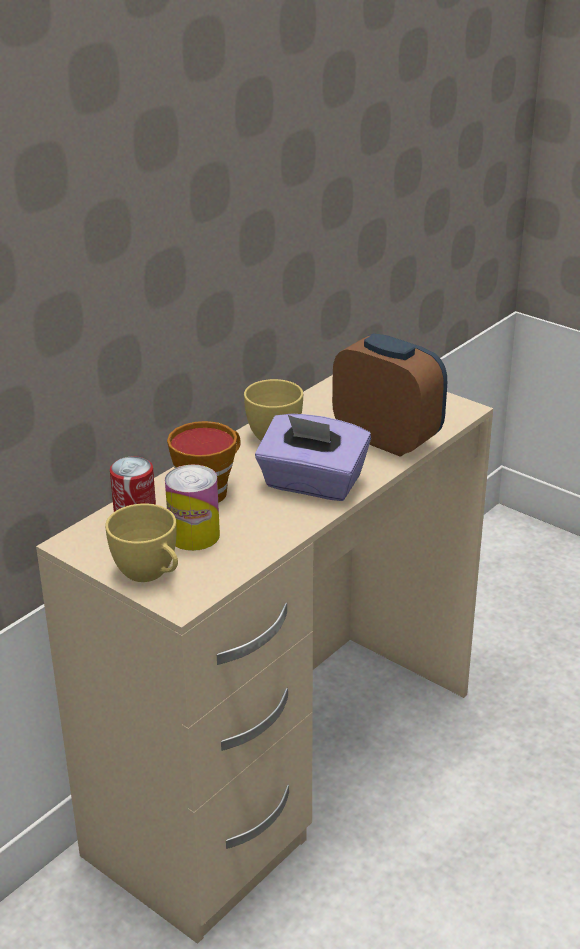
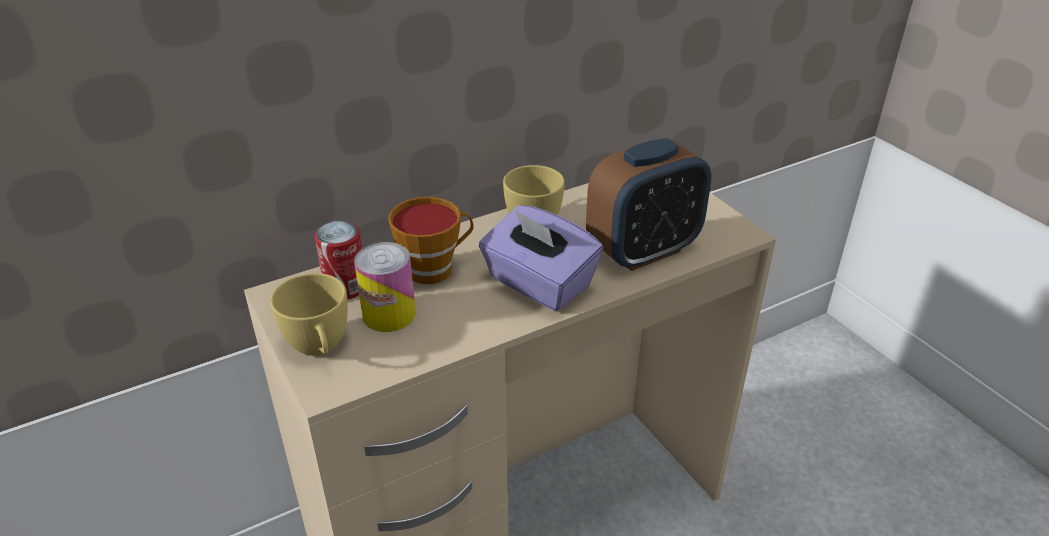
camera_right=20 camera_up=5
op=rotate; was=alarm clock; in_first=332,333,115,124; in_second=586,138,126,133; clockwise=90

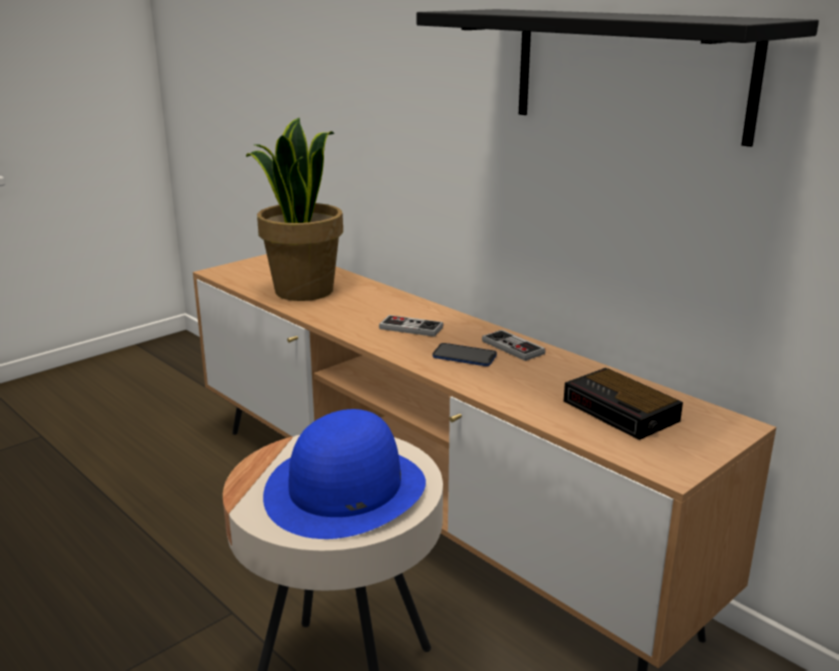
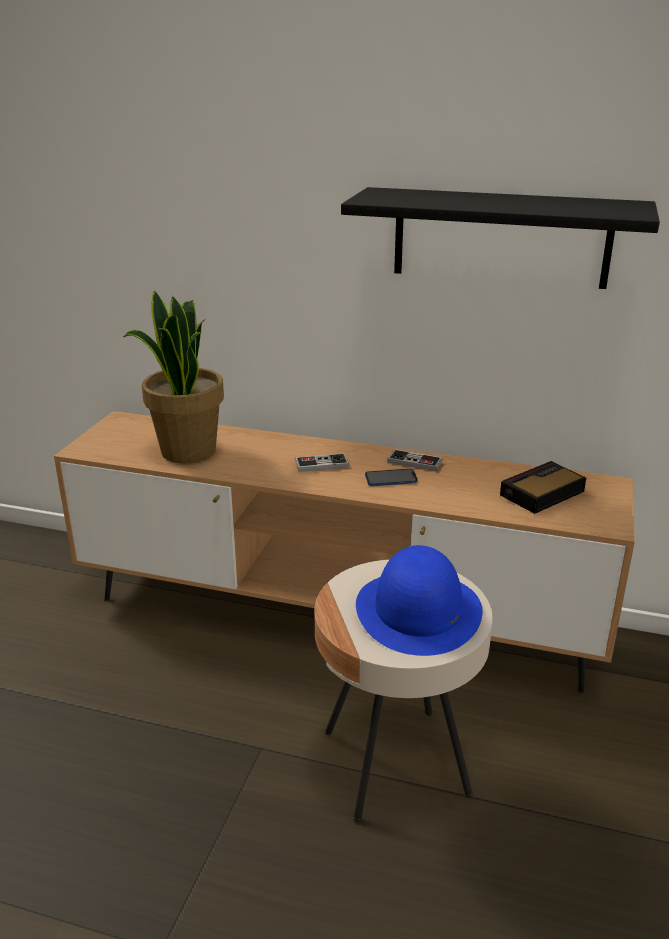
camera_right=-30 camera_up=5
op=rotate; was=alarm clock; in_first=564,368,119,72; in_second=500,461,86,53; clockwise=120

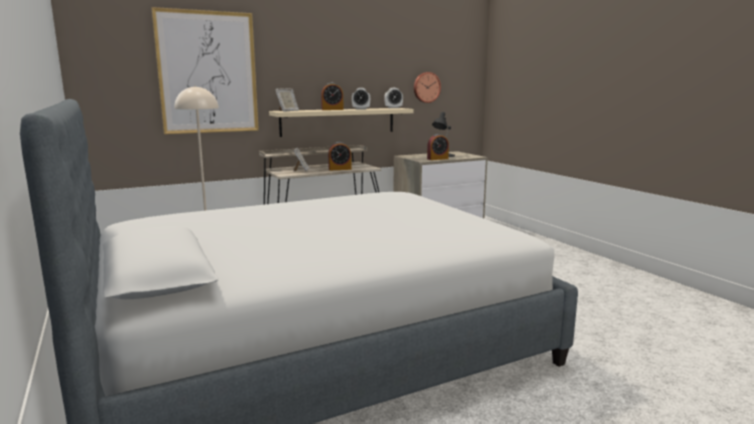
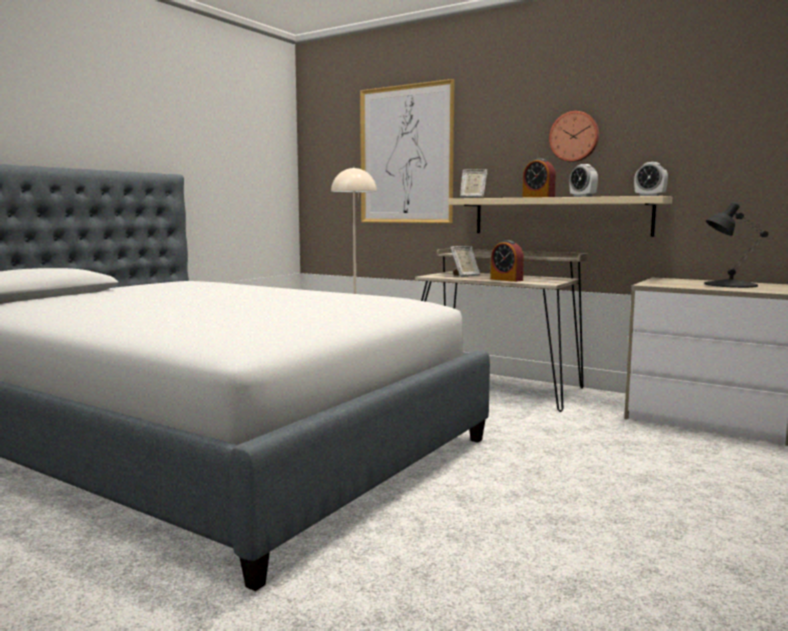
camera_right=60 camera_up=-5
op=move; was=wall clock; in_first=414,72,27,31; in_second=549,111,50,51
op=delete; was=alarm clock; in_first=427,134,22,26

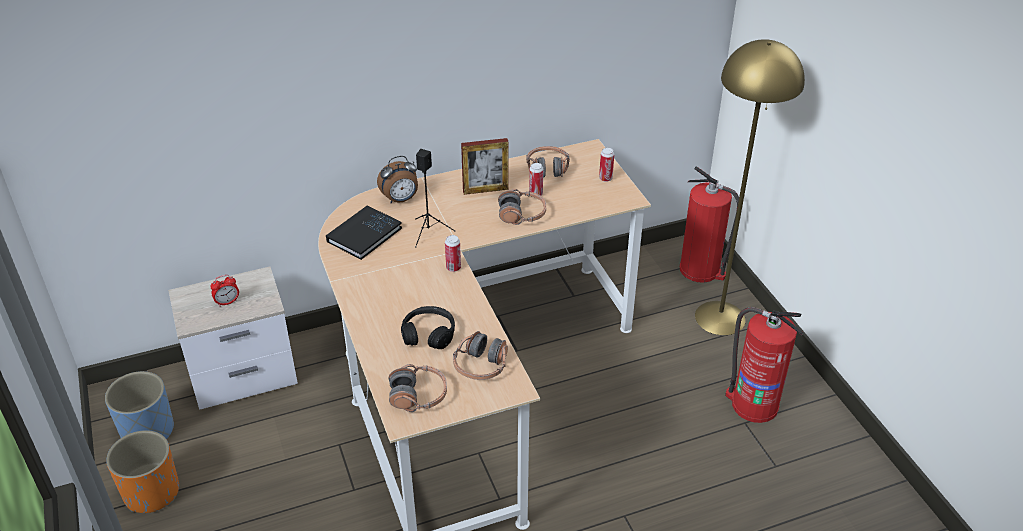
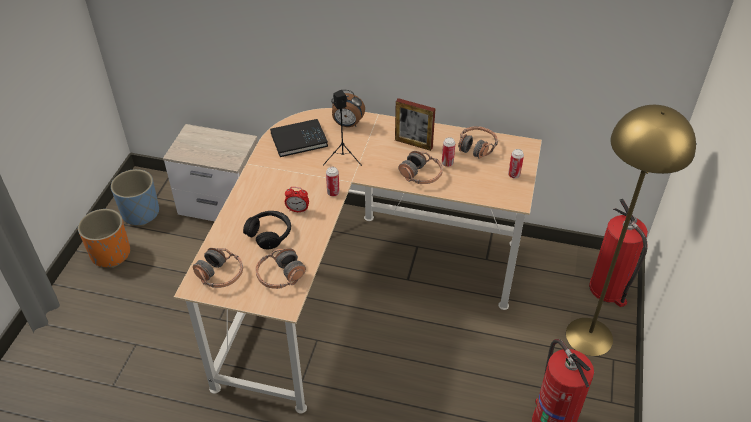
camera_right=35 camera_up=5
op=move; was=alarm clock; in_first=210,275,29,32; in_second=285,187,24,25

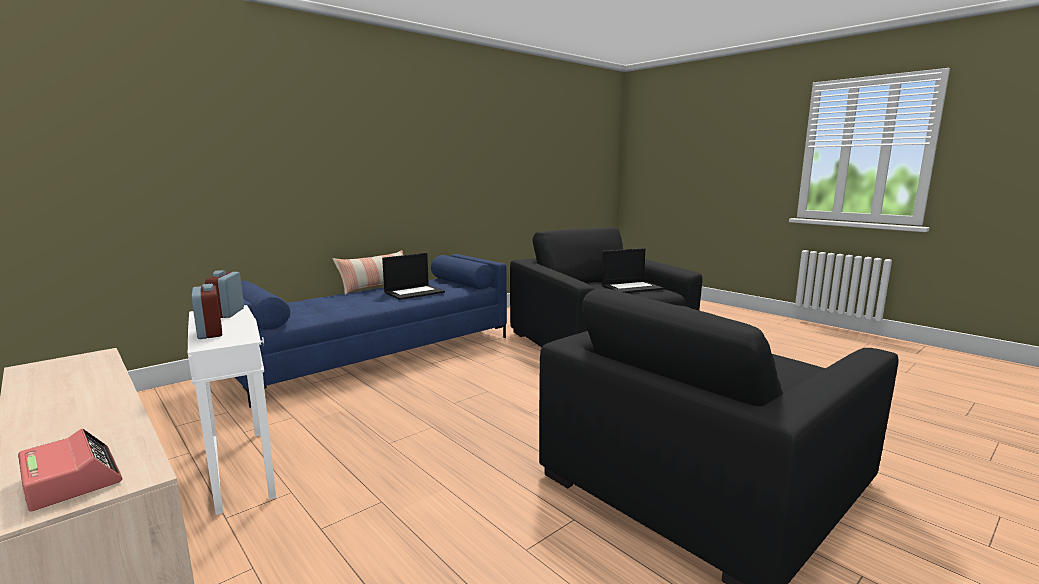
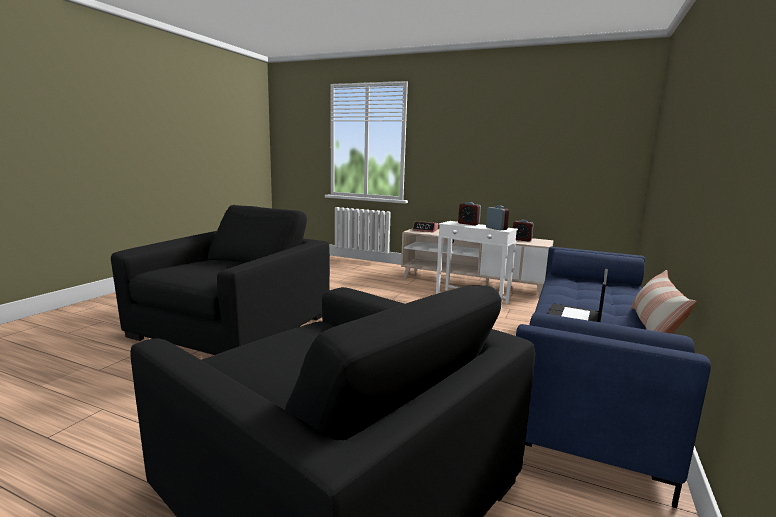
camera_right=155 camera_up=0
op=delete; was=laptop; in_first=602,248,62,45
op=insert; now=alarm clock; in_second=513,220,21,22

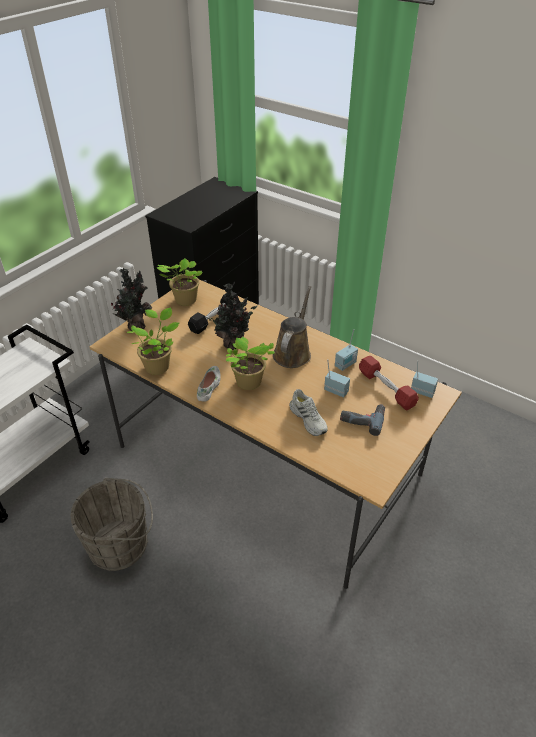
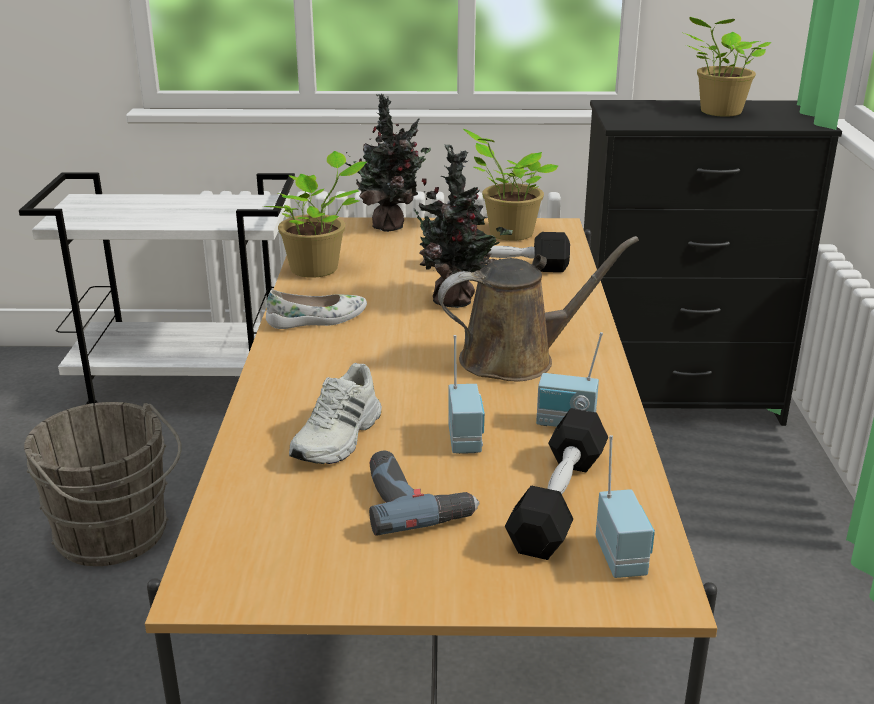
camera_right=55 camera_up=-15
op=move; was=houseplant; in_first=226,336,49,54; in_second=684,17,87,100
op=recolor; was=reddish free weight; now=black free weight; in_first=359,356,60,54; in_second=505,408,103,152

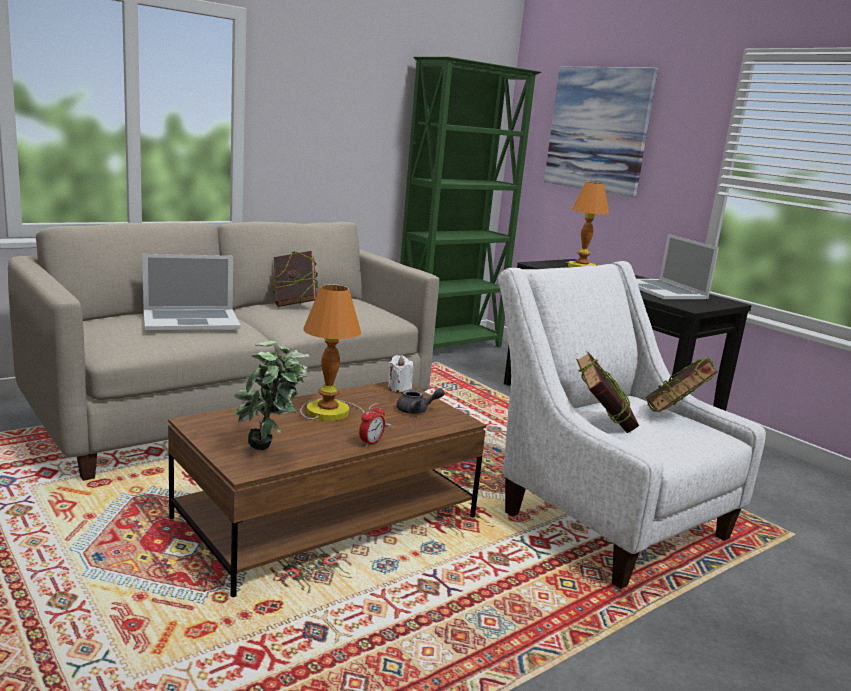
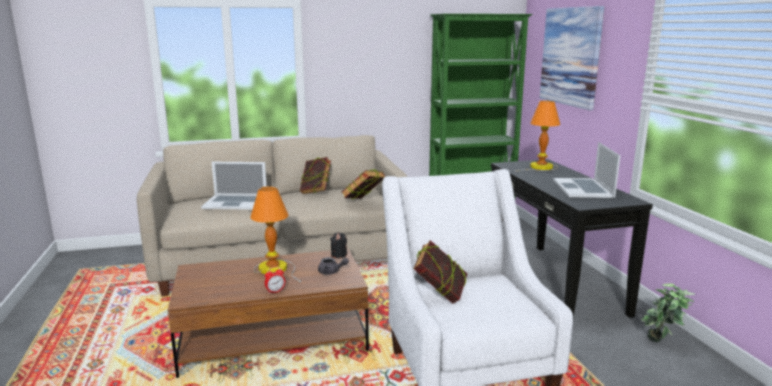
camera_right=25 camera_up=0
op=move; was=houseplant; in_first=234,341,76,109; in_second=641,283,55,59
op=recolor; was=white candle; now=black candle; in_first=388,355,25,37; in_second=330,232,17,26
op=move; was=bound book; in_first=645,357,72,55; in_second=341,169,44,30

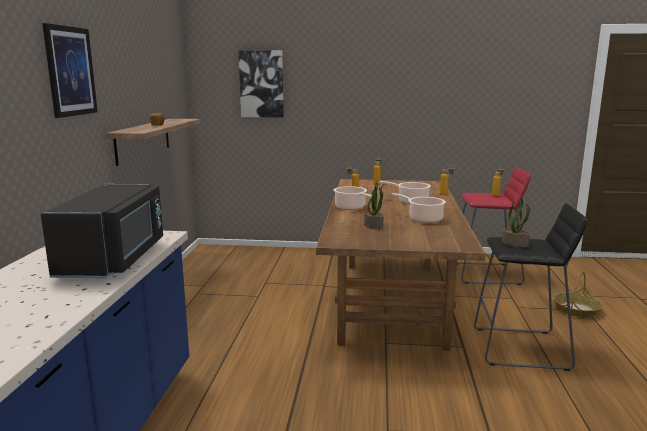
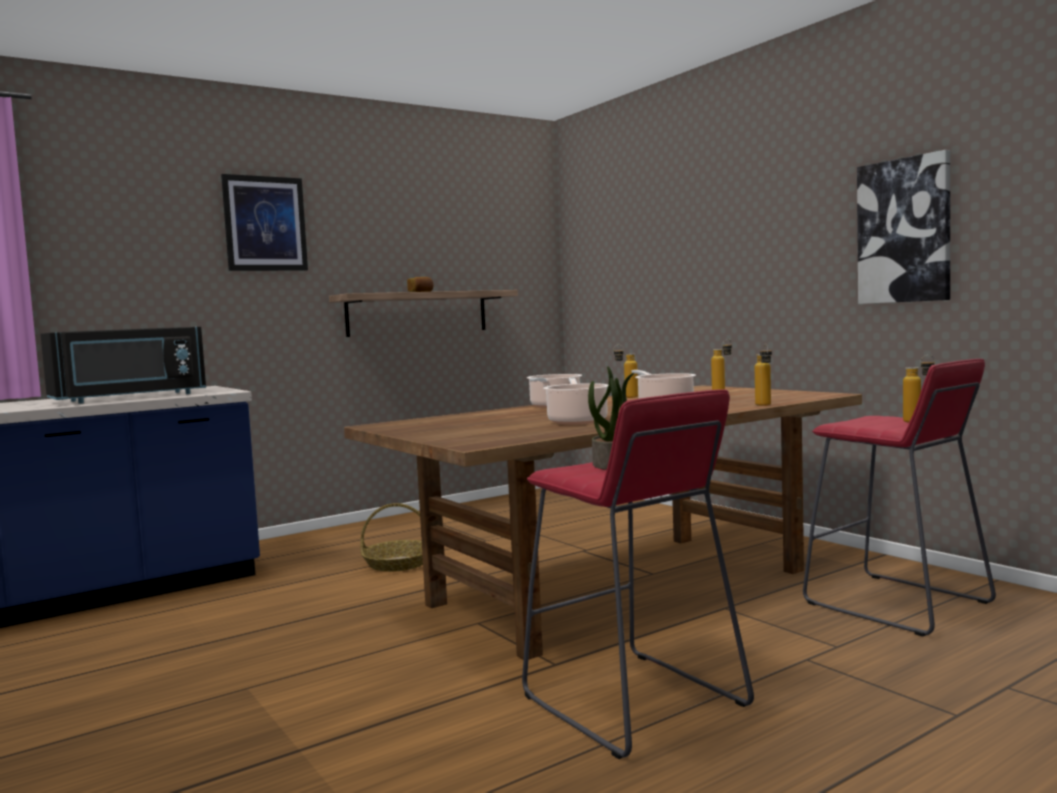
camera_right=50 camera_up=-10
op=move; was=wall art; in_first=238,50,46,67; in_second=857,150,93,154
op=delete; was=houseplant; in_first=364,181,20,48
op=recolor; was=black stool; now=reddish stool; in_first=474,203,114,168; in_second=522,389,232,370
op=move; was=storage basket; in_first=553,272,51,45; in_second=360,503,63,69

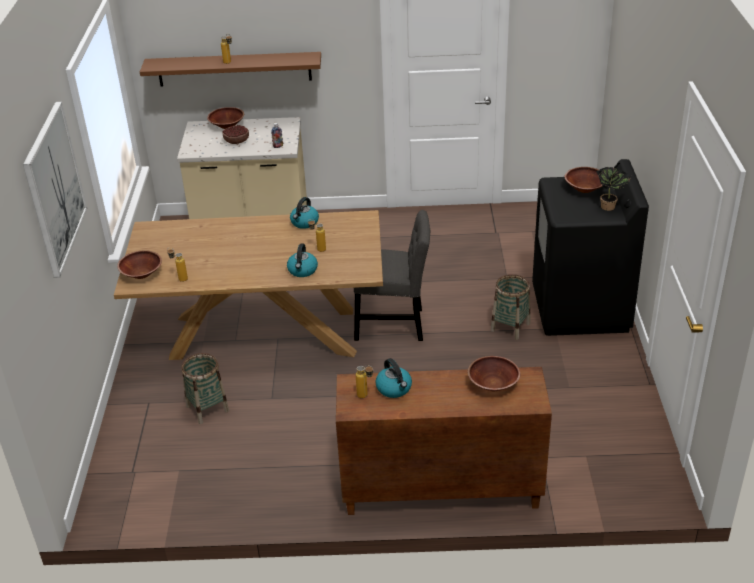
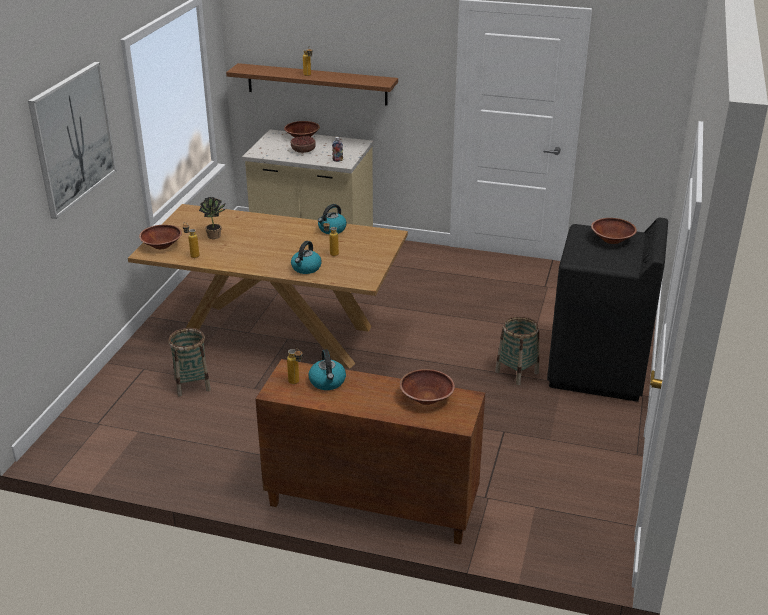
camera_right=15 camera_up=-5
op=move; was=houseplant; in_first=596,167,35,44; in_second=199,197,26,42
op=delete; was=greyish plain chair; in_first=354,210,76,131

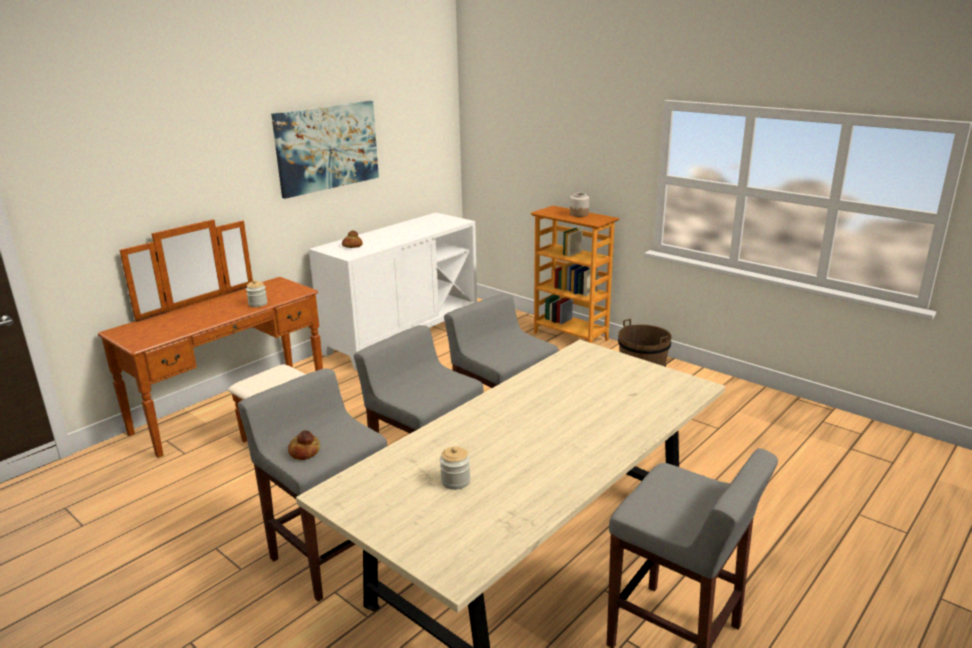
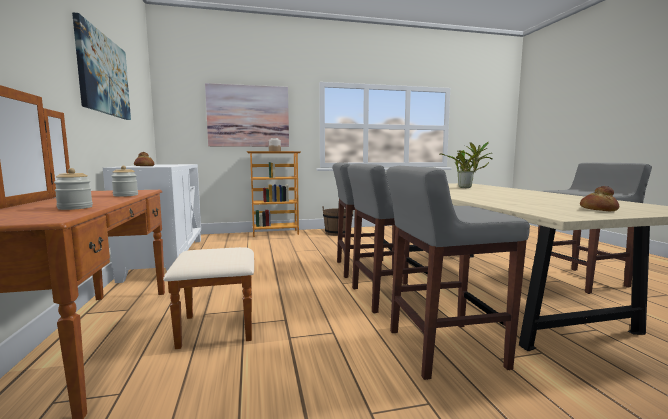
camera_right=-55 camera_up=-15
op=move; was=bakery bread; in_first=288,430,32,30; in_second=580,186,39,25
op=move; was=preserve jar; in_first=440,446,30,44; in_second=54,168,39,42
op=insert; now=wall art; in_second=205,83,84,64
op=insert; now=houseplant; in_second=441,142,52,46

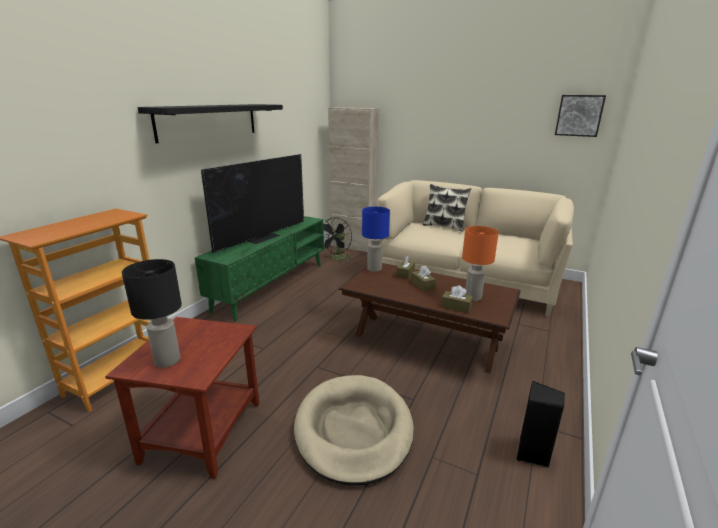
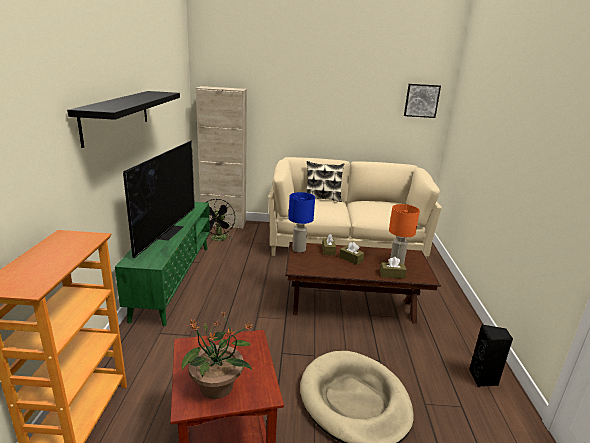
camera_right=-25 camera_up=0
op=replace; was=black tabletop lamp; now=houseplant; in_first=122,259,60,109; in_second=182,312,71,87

